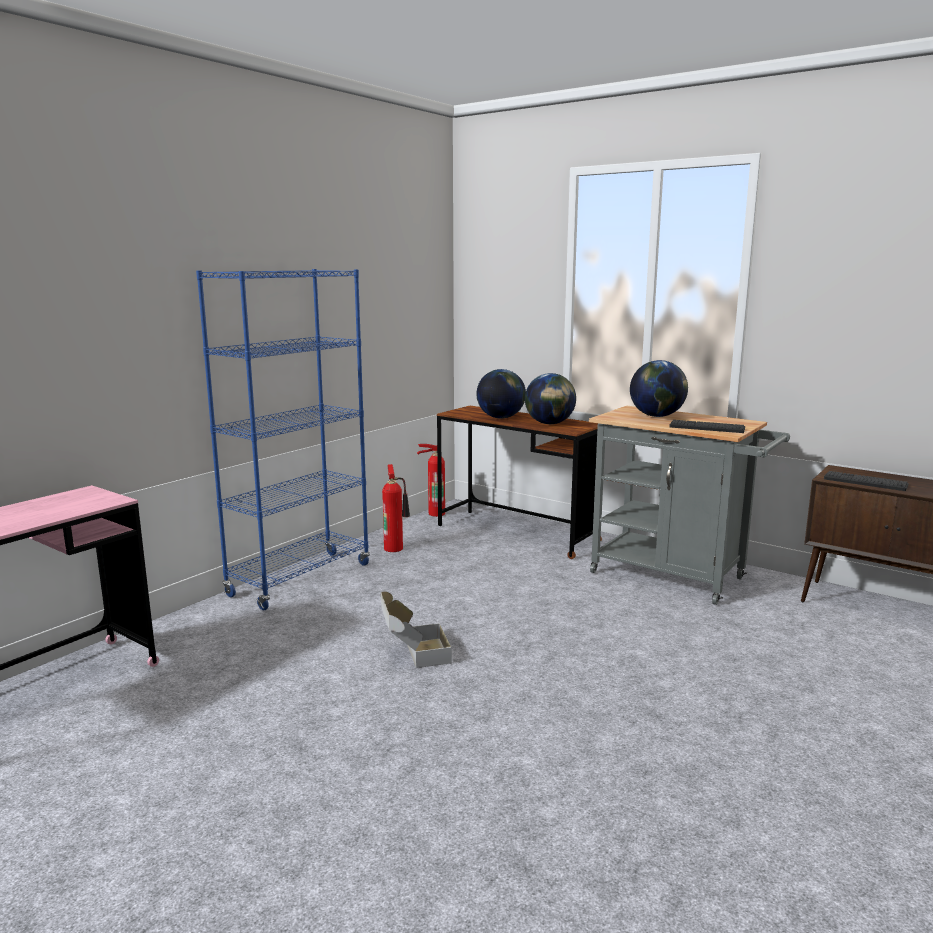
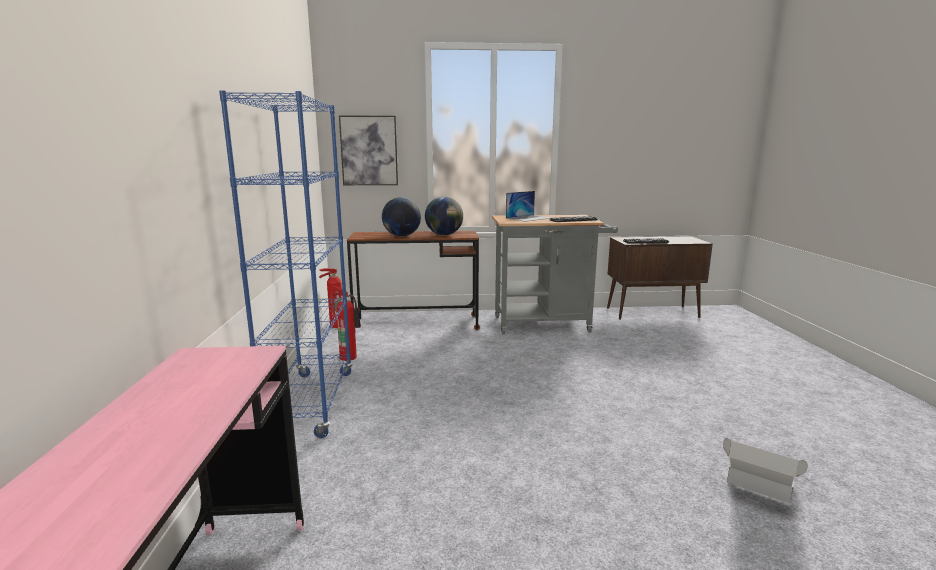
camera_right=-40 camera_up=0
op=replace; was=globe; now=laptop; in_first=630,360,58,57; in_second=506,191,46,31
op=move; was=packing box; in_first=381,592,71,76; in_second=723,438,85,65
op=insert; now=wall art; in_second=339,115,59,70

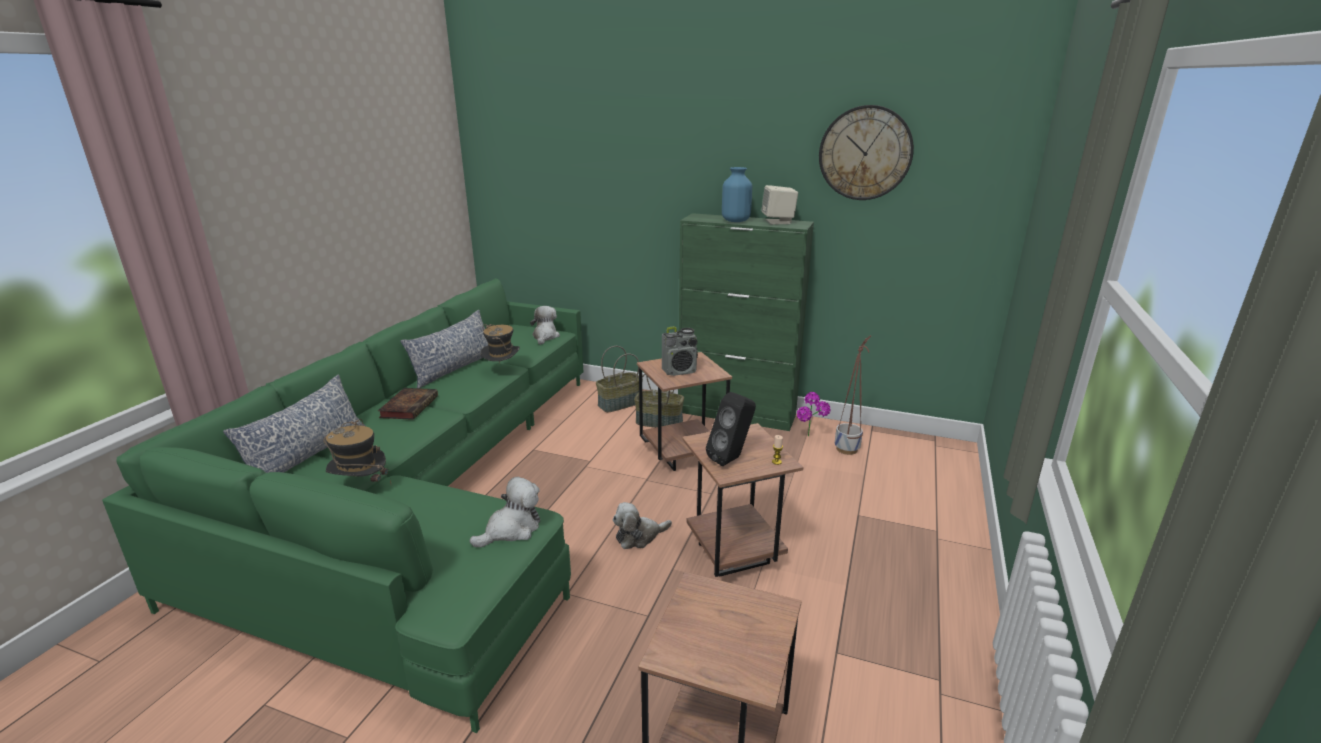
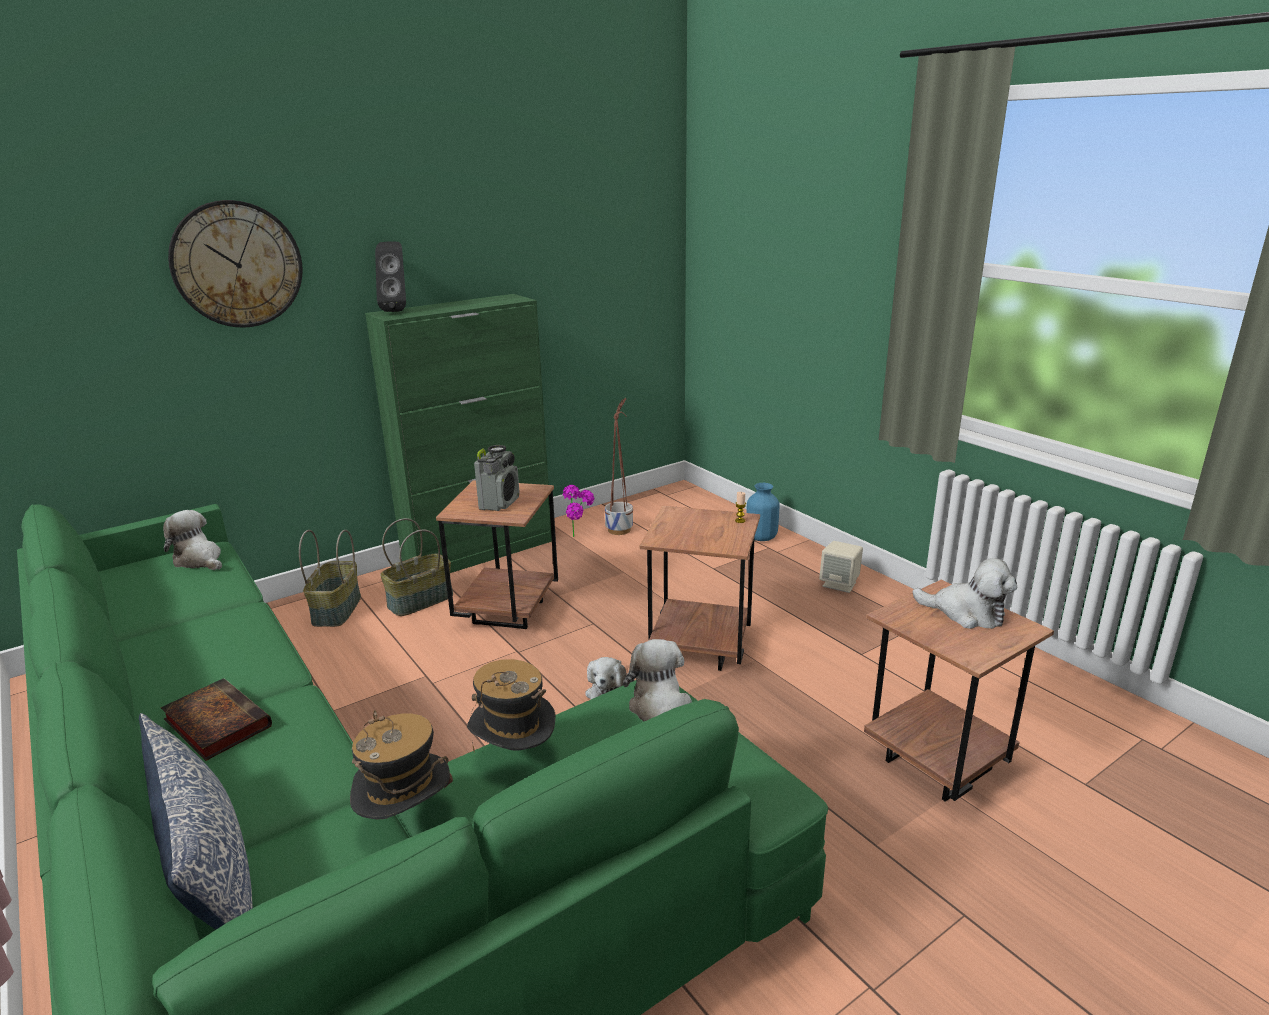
camera_right=-55 camera_up=0
op=move; was=wall clock; in_first=819,105,95,95; in_second=168,200,135,128
op=move; was=blue flower vase; in_first=722,167,30,55; in_second=746,483,34,58
op=move; was=beige-coloured audio speaker; in_first=761,185,37,40; in_second=819,541,44,52
op=delete; was=pillow; in_first=401,310,87,78
op=move; was=clothing hat; in_first=481,324,39,39; in_second=467,659,89,92
op=move; was=black audio speaker; in_first=706,392,50,74; in_second=375,241,31,71
op=insert; now=plush toy; in_second=912,558,105,71

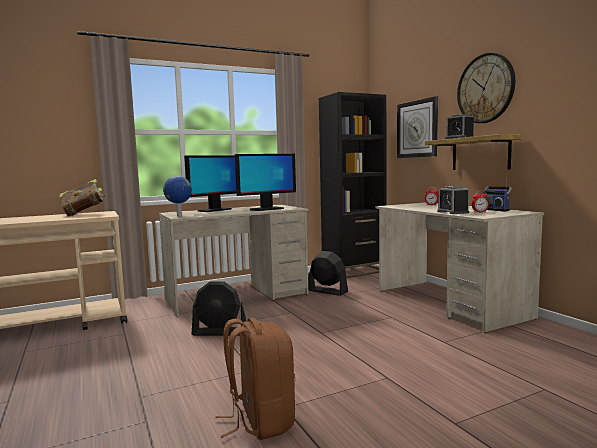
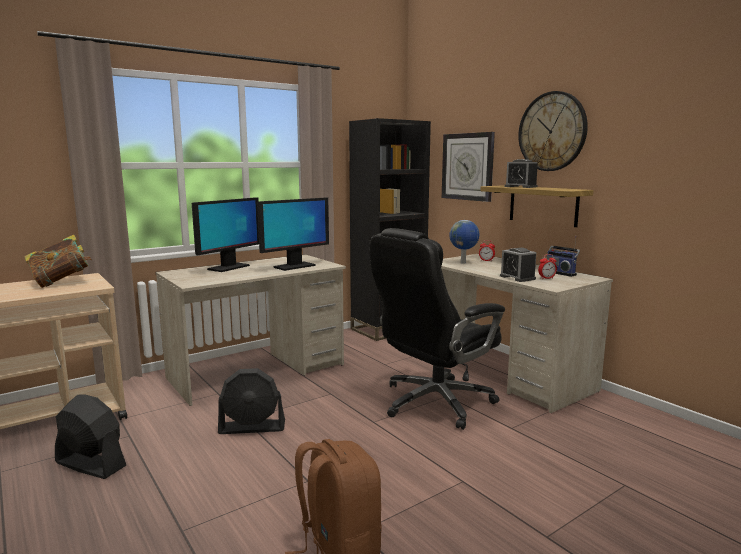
camera_right=-10 camera_up=5
op=move; was=globe; in_first=163,176,29,41; in_second=449,220,30,44
op=move; was=black fan; in_first=308,251,40,45; in_second=55,394,71,85
op=insert; now=black office chair; in_second=370,228,135,202

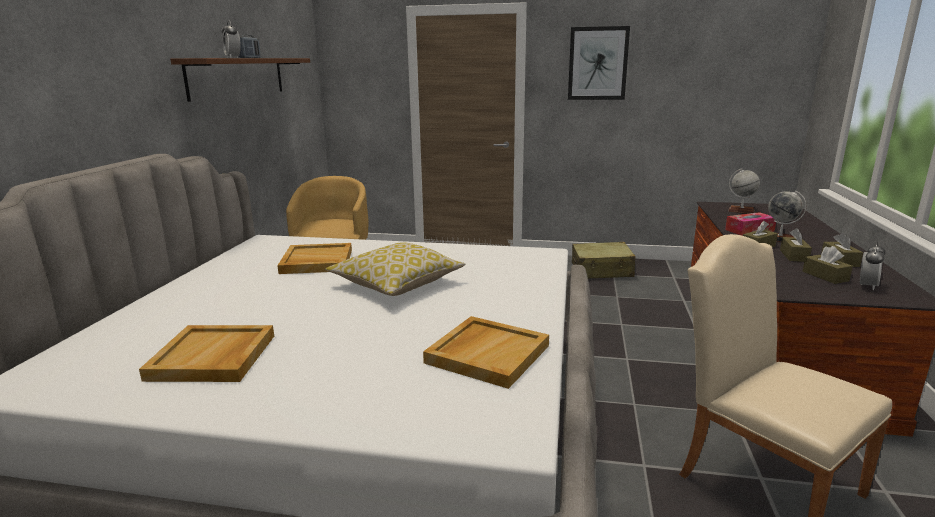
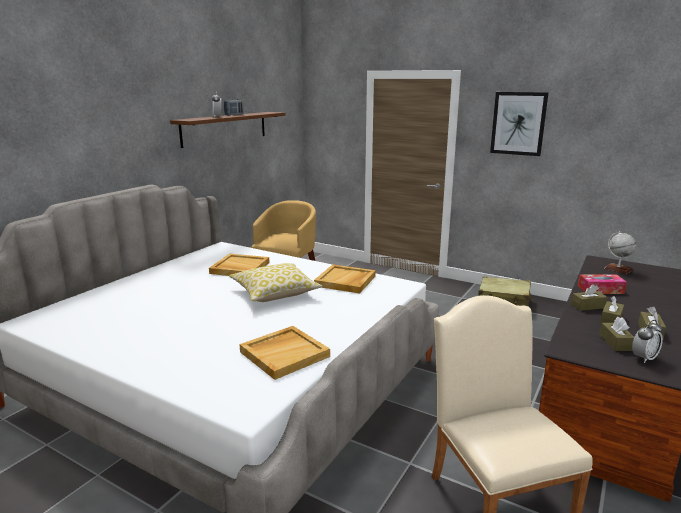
camera_right=20 camera_up=0
op=delete; was=globe; in_first=768,191,39,51
op=move; was=beige-coloured carrying tray; in_first=139,325,135,57; in_second=314,264,62,29

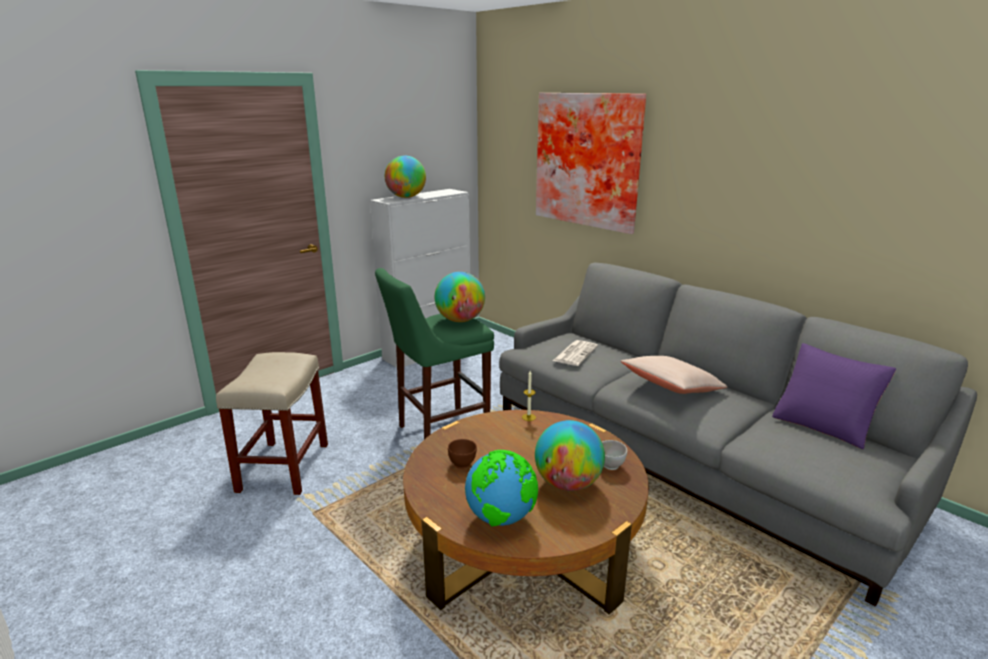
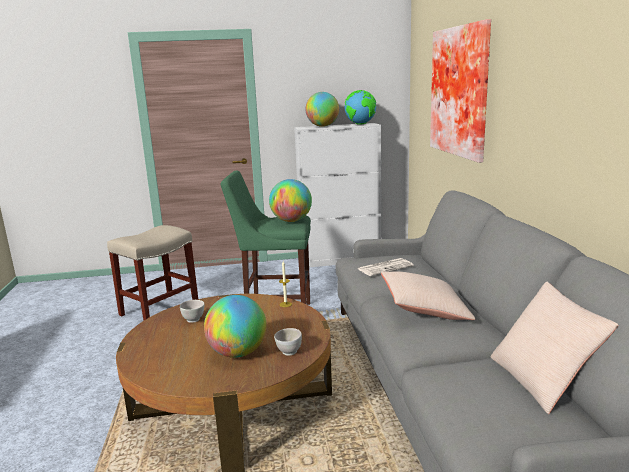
camera_right=35 camera_up=-5
op=recolor; was=purple-coloured pillow; now=beige-coloured pillow; in_first=772,343,124,106; in_second=491,281,128,133
op=recolor; was=brown-coloured bowl; now=white bowl; in_first=448,439,29,30; in_second=180,300,24,23
op=move; was=globe; in_first=465,450,73,77; in_second=345,90,31,35

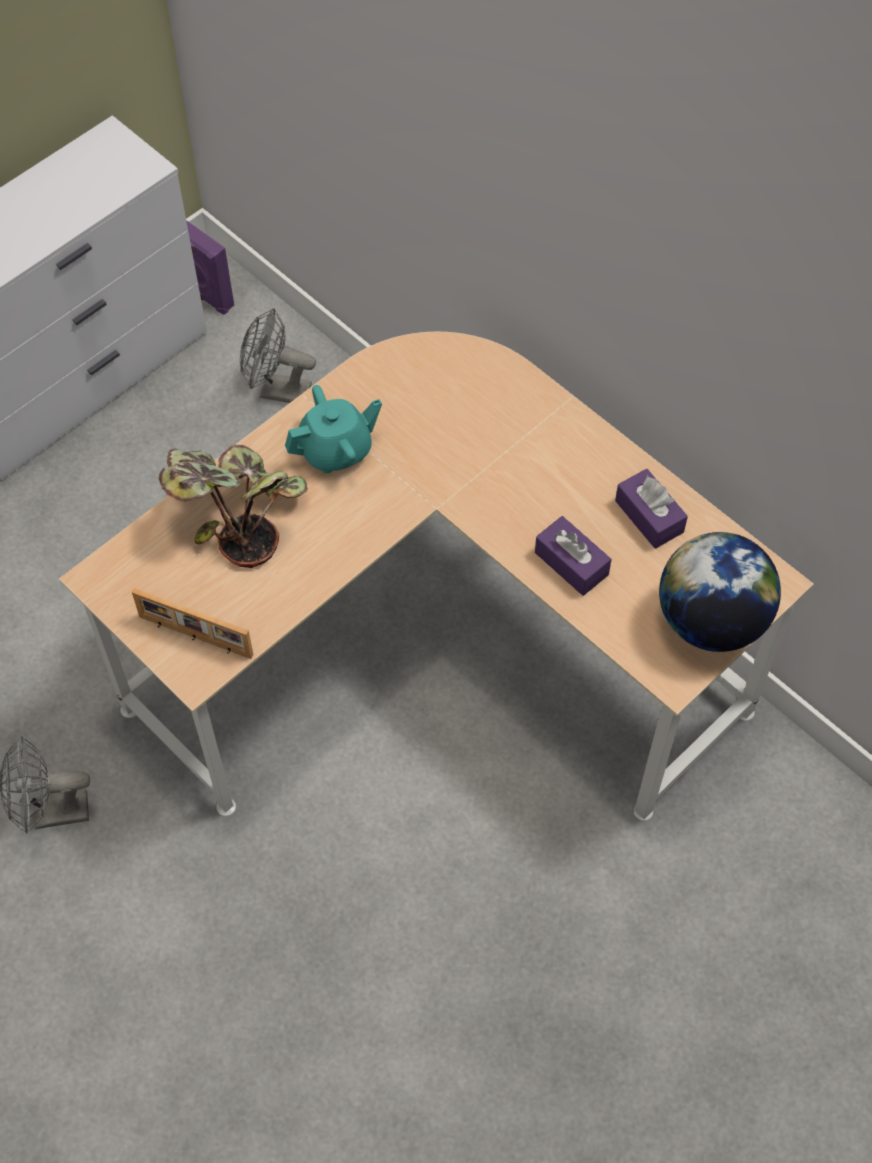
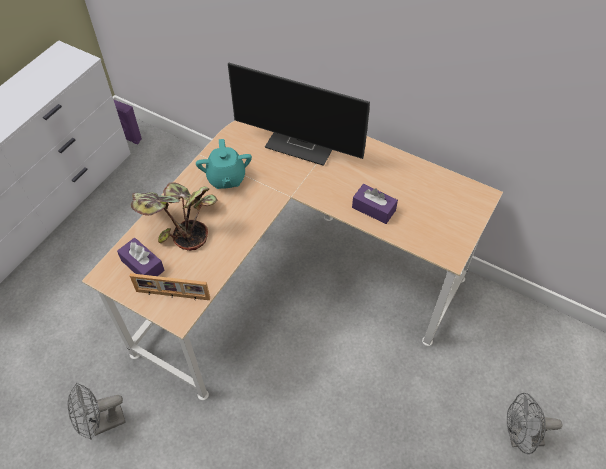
camera_right=-15 camera_up=-5
op=move; was=greyish fan; in_first=240,308,76,95; in_second=507,393,56,61
op=rotate; was=turquoise pot for tea; in_first=285,385,97,88; in_second=196,139,56,50; clockwise=120
op=move; was=purple-coloured box of tissues; in_first=615,469,73,80; in_second=117,238,48,38
op=delete; was=globe; in_first=659,532,122,120
op=insert; now=computer display; in_second=228,62,142,104

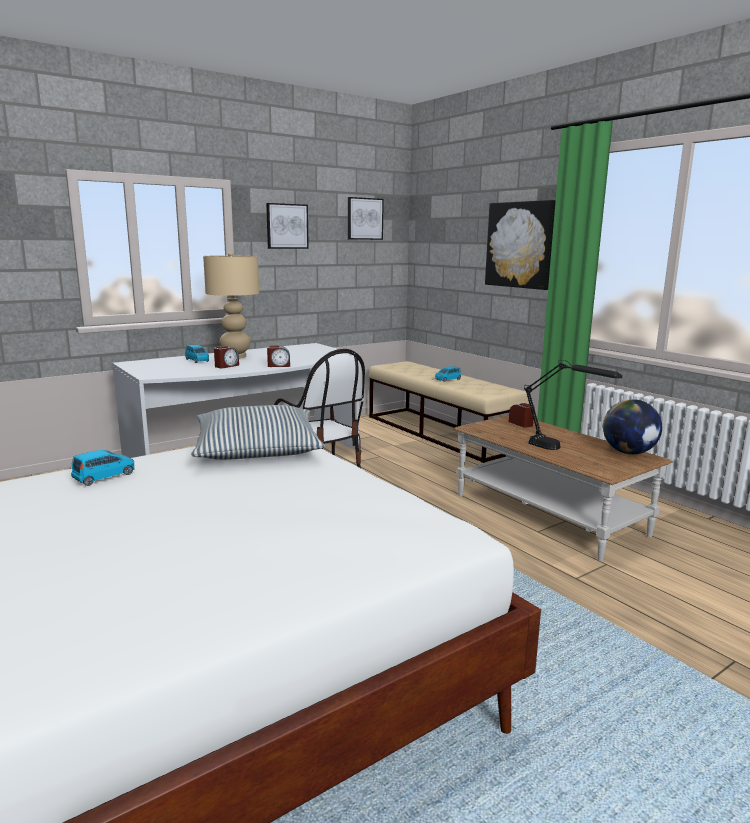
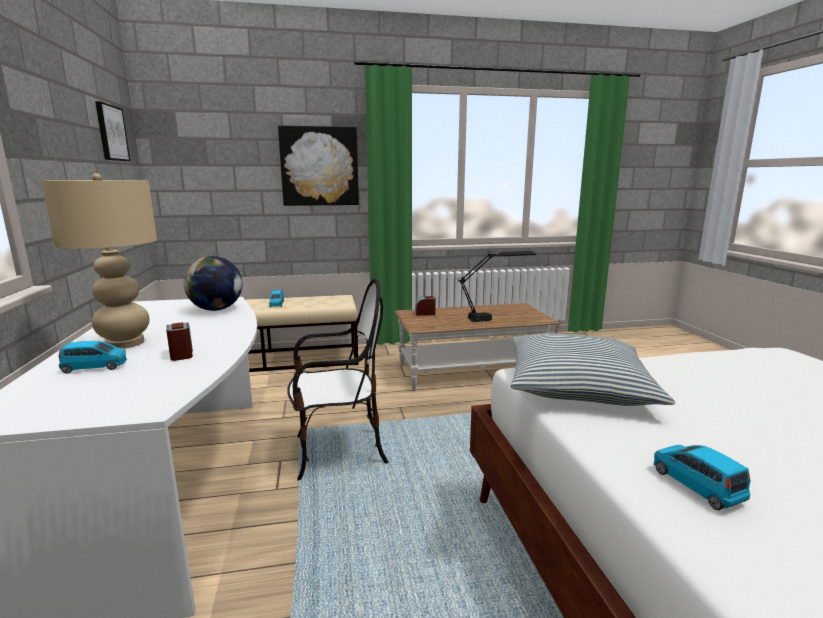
camera_right=-65 camera_up=0
op=delete; was=wall art; in_first=266,203,43,46
op=delete; was=alarm clock; in_first=267,345,23,22
op=move; was=globe; in_first=603,399,59,55; in_second=183,256,59,55

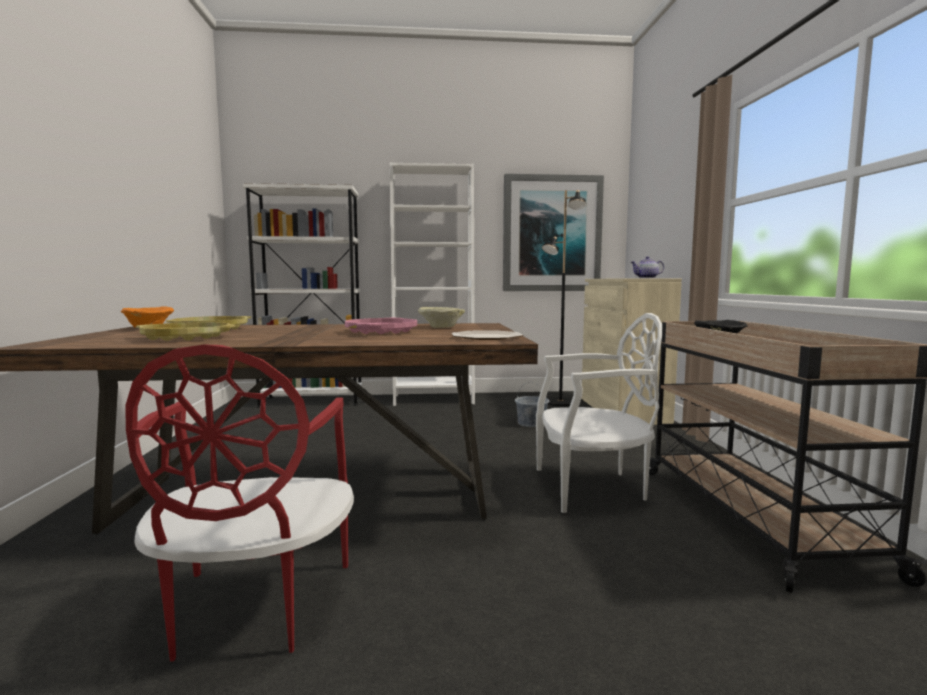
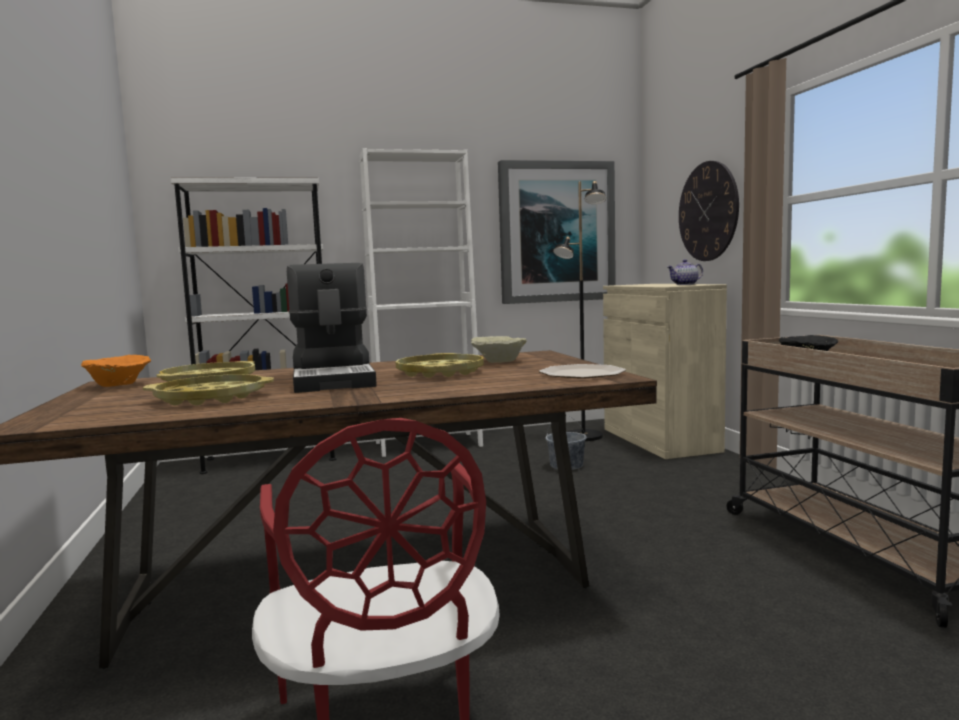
camera_right=-10 camera_up=0
op=delete; was=white plain chair; in_first=536,313,126,200
op=recolor; was=pinkish carrying tray; now=yellowish carrying tray; in_first=345,318,72,16; in_second=396,353,88,25
op=insert; now=wall clock; in_second=679,161,60,100
op=insert; now=coffee brewer; in_second=287,263,90,130

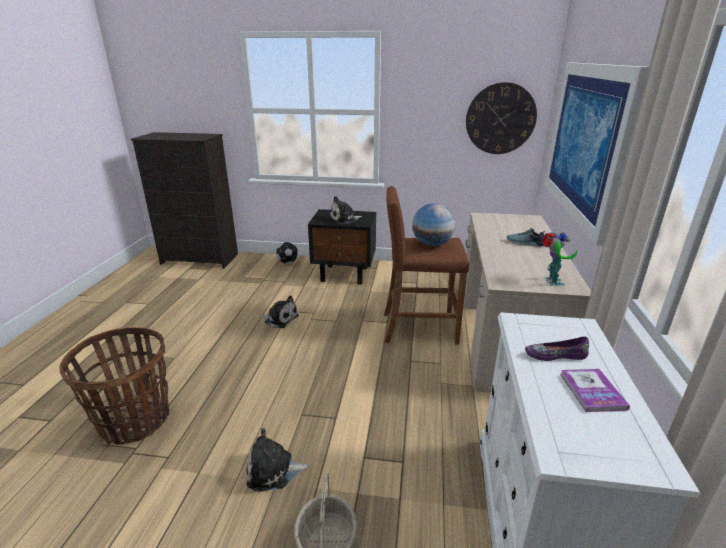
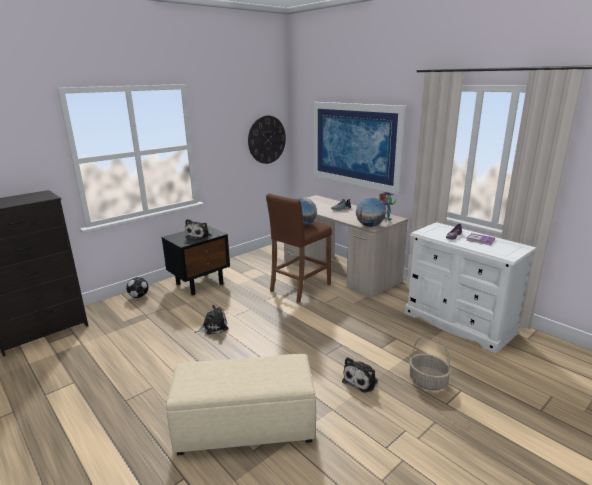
camera_right=-50 camera_up=-5
op=replace; was=storage basket; now=beige-coloured footrest; in_first=60,327,109,118; in_second=166,354,150,101
op=insert; now=globe; in_second=356,197,30,30

